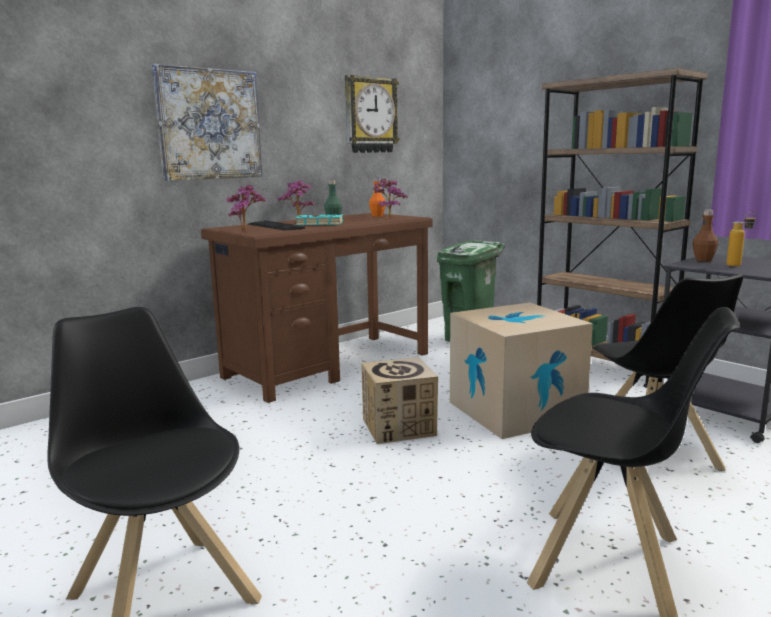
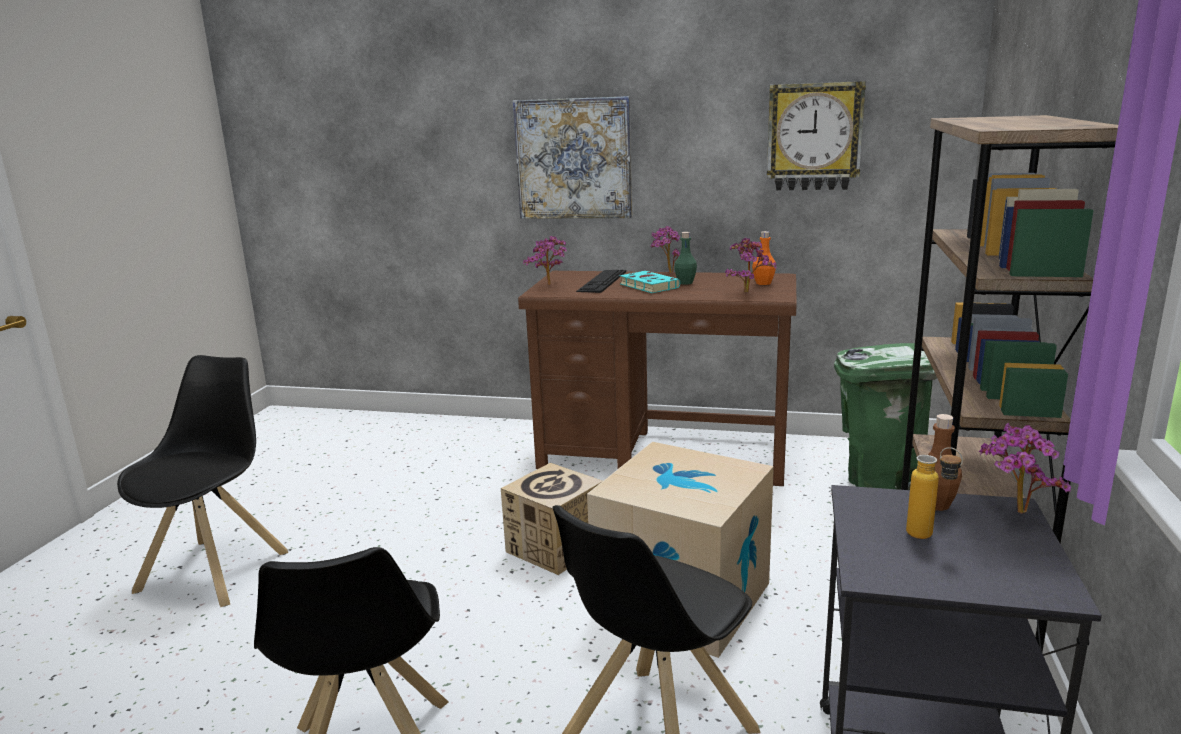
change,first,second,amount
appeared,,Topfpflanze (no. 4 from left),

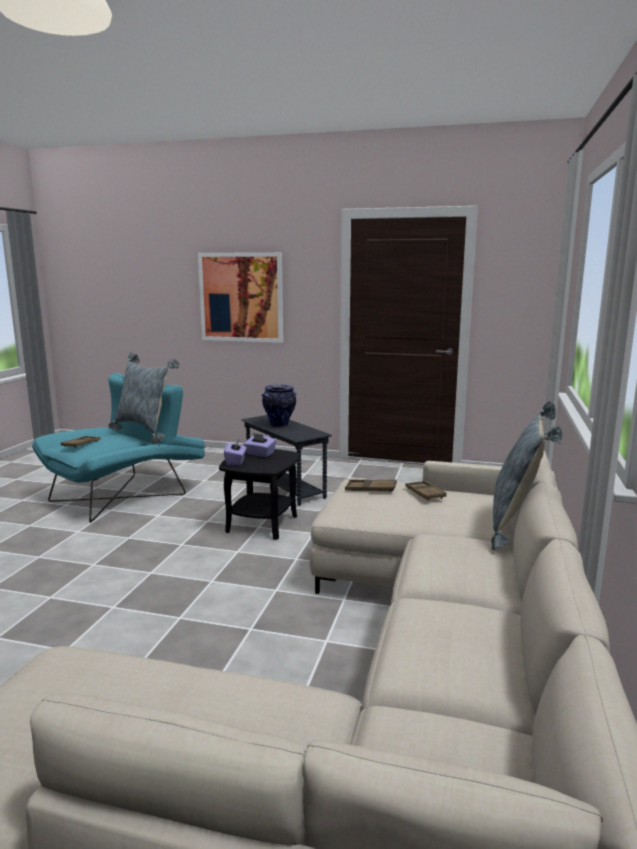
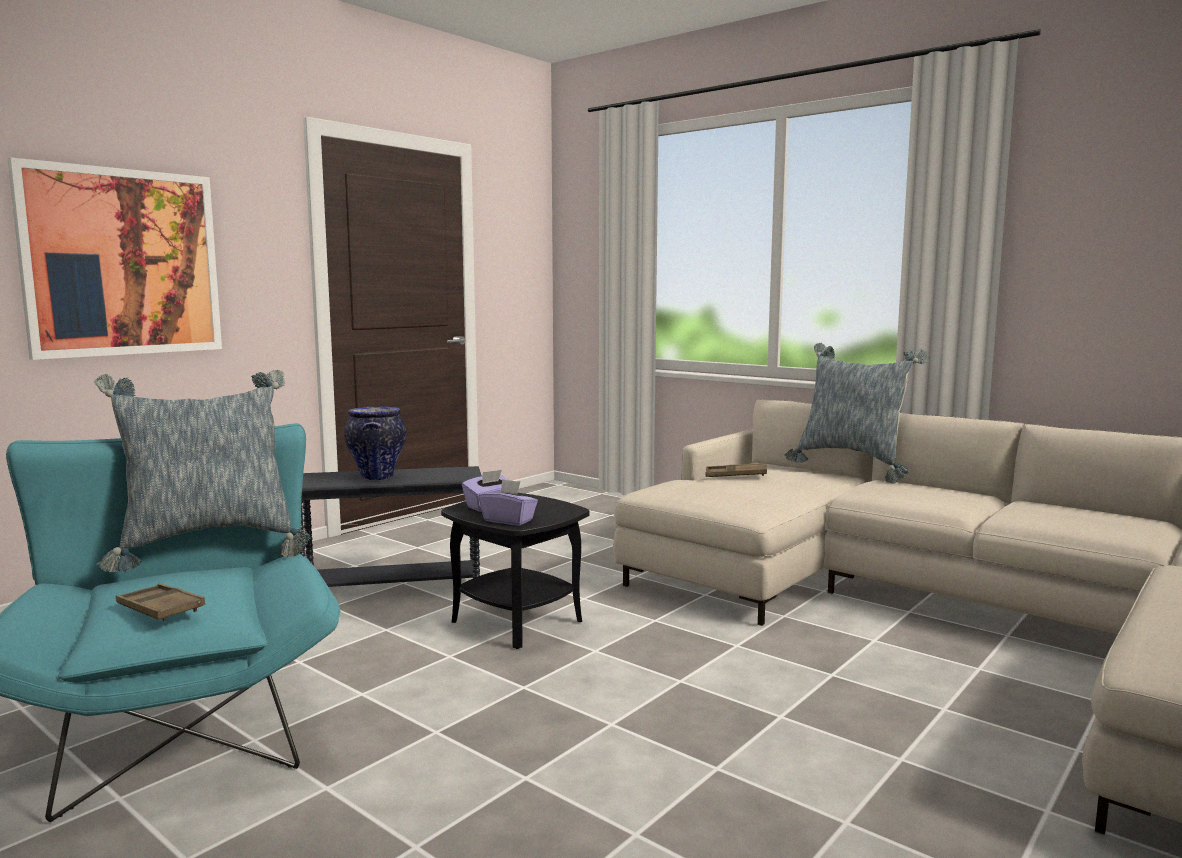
change,first,second,amount
missing,Tablett (braun) (no. 2 from left),,

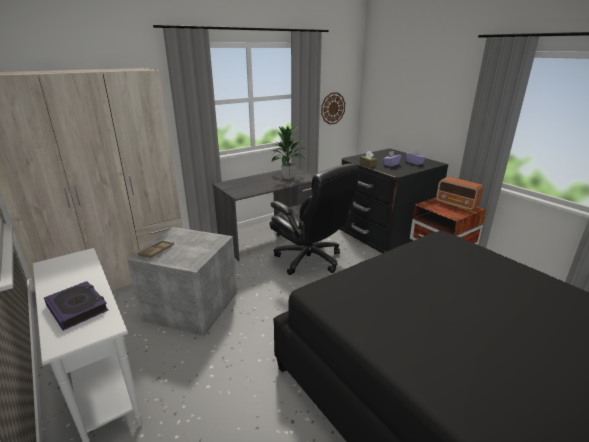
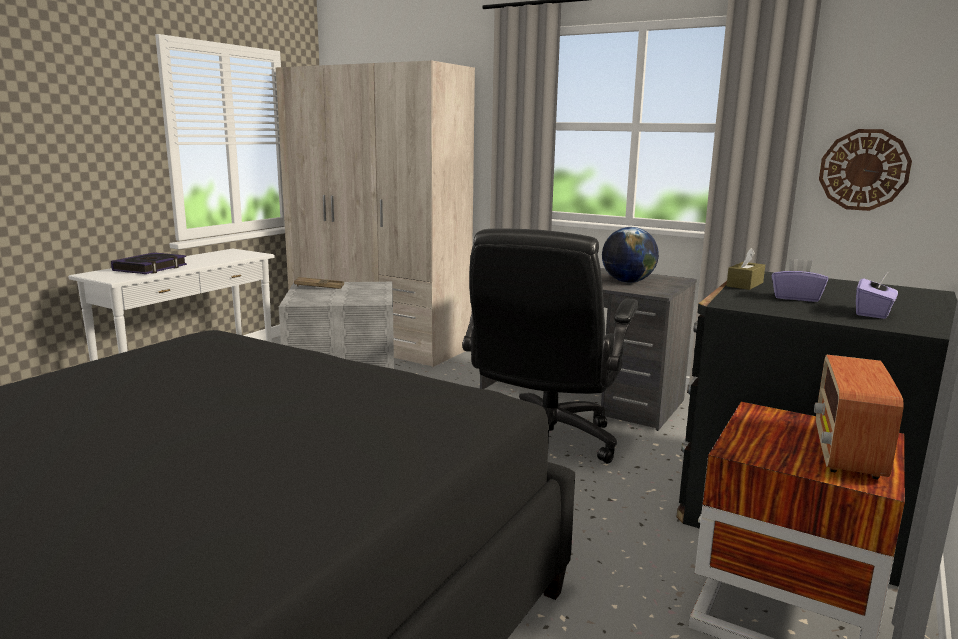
change,first,second,amount
exchanged,Topfpflanze,Globus,

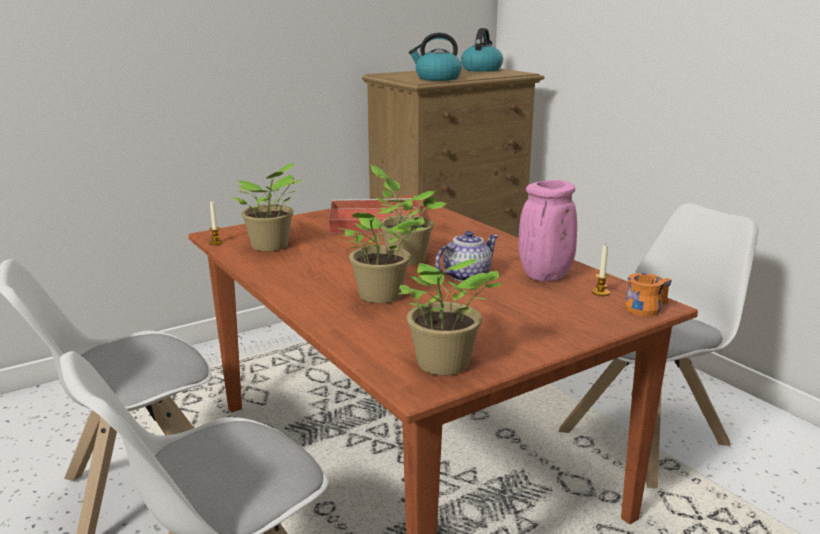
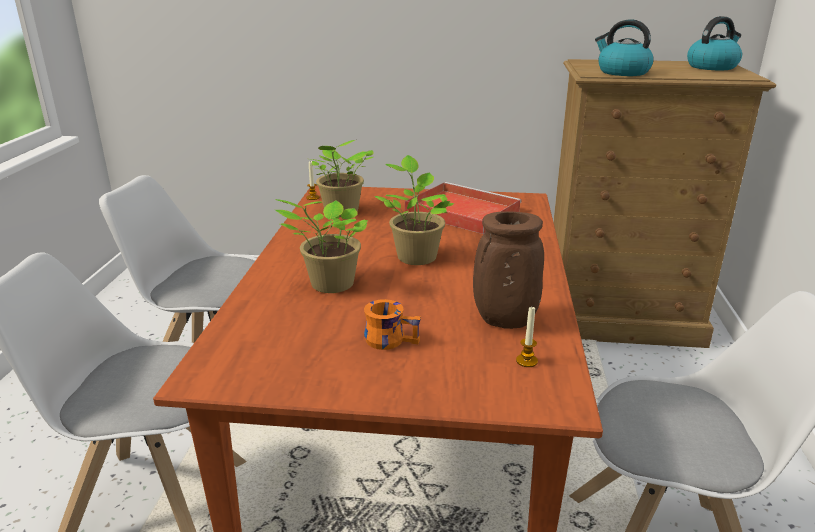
change,first,second,amount
missing,Topfpflanze (no. 4 from left),,
missing,Teekanne,,
colour,Vase (rosa),Vase (braun),
relocated,Henkelbecher (orange),,

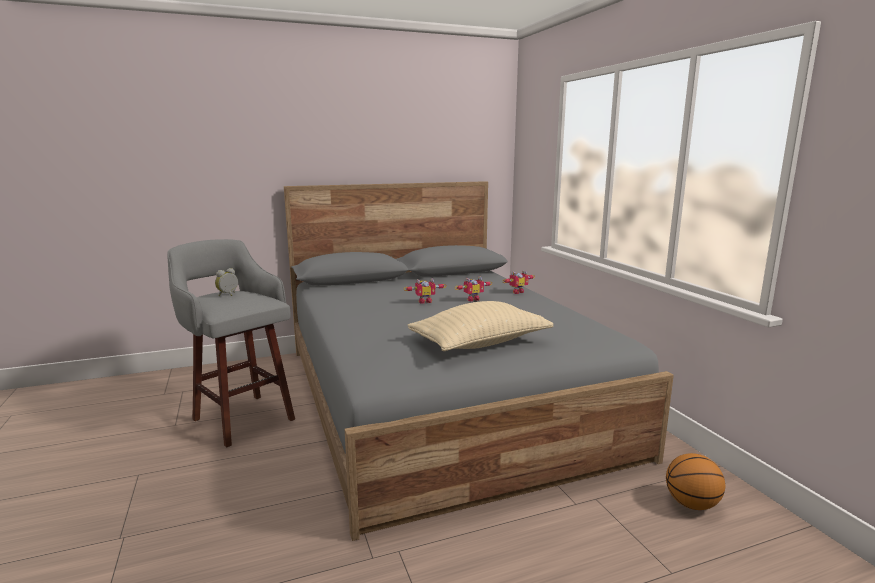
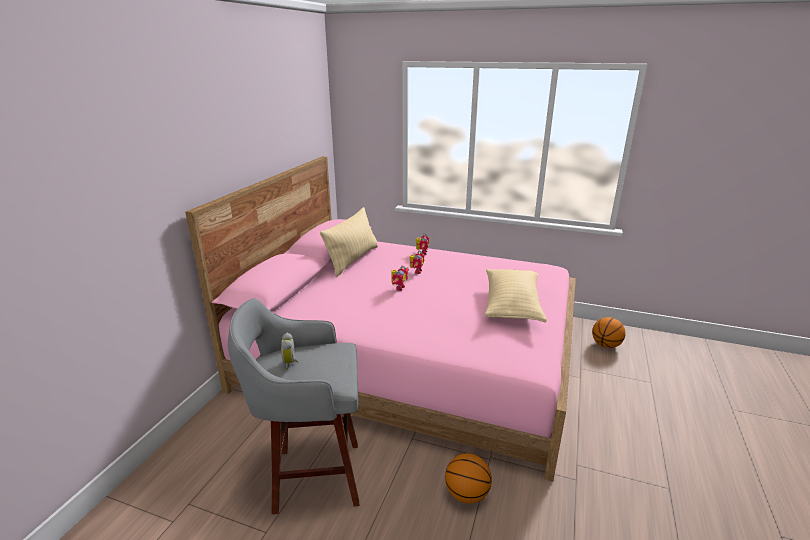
change,first,second,amount
colour,Bett (grau),Bett (rosa),
appeared,,Kissen (beige) (no. 1 from left),
appeared,,Basketball (no. 1 from left),

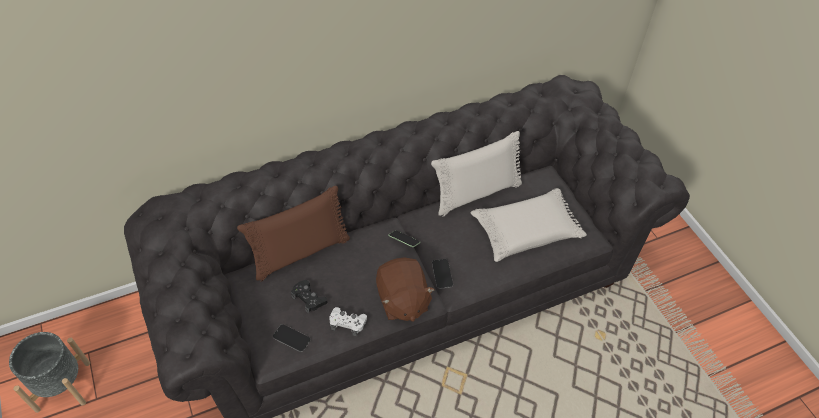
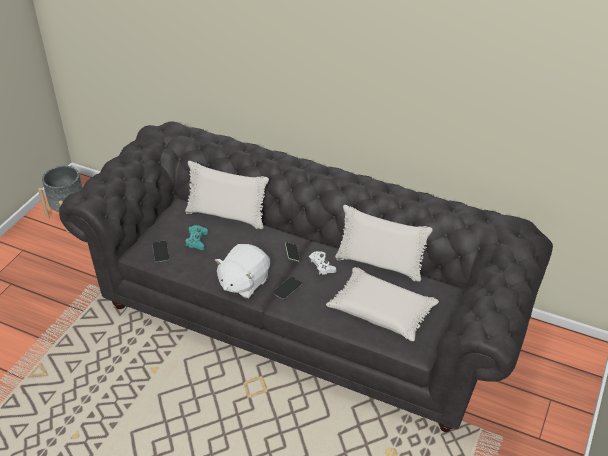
change,first,second,amount
colour,Kissen (braun),Kissen (weiß) (no. 1 from left),
colour,Gamepad (schwarz),Gamepad (türkis),
relocated,Gamepad (weiß),,
colour,Plüschtier (braun),Plüschtier (weiß),

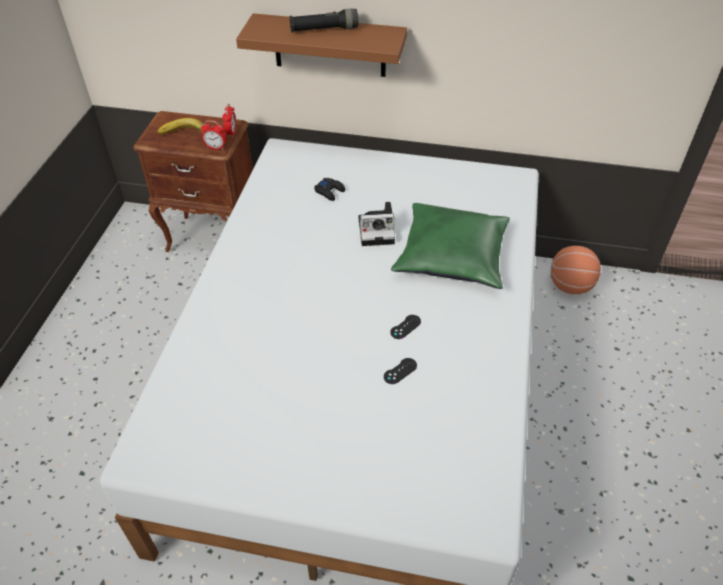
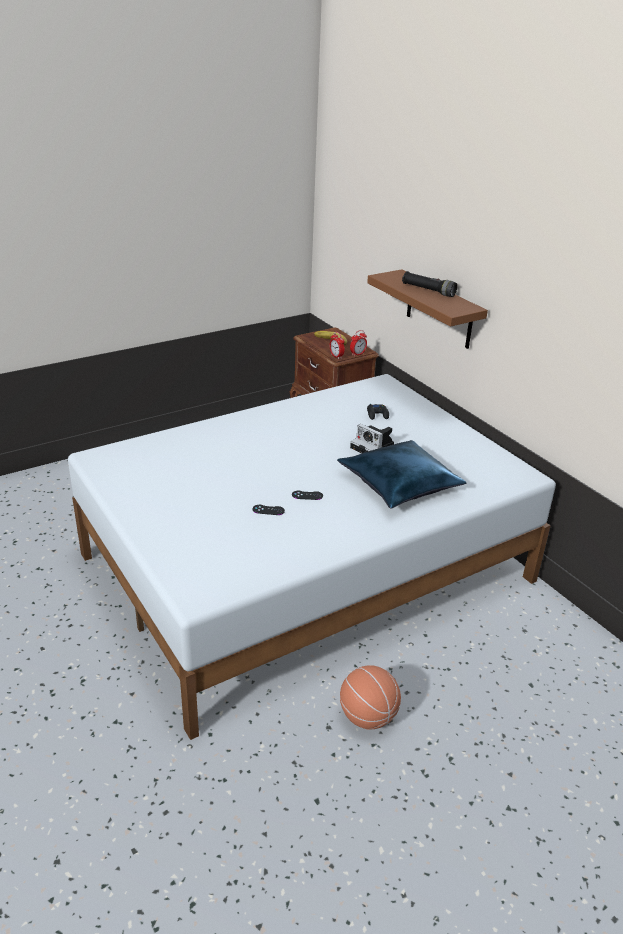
change,first,second,amount
colour,Kissen (grün),Kissen (blau),
relocated,Basketball,,

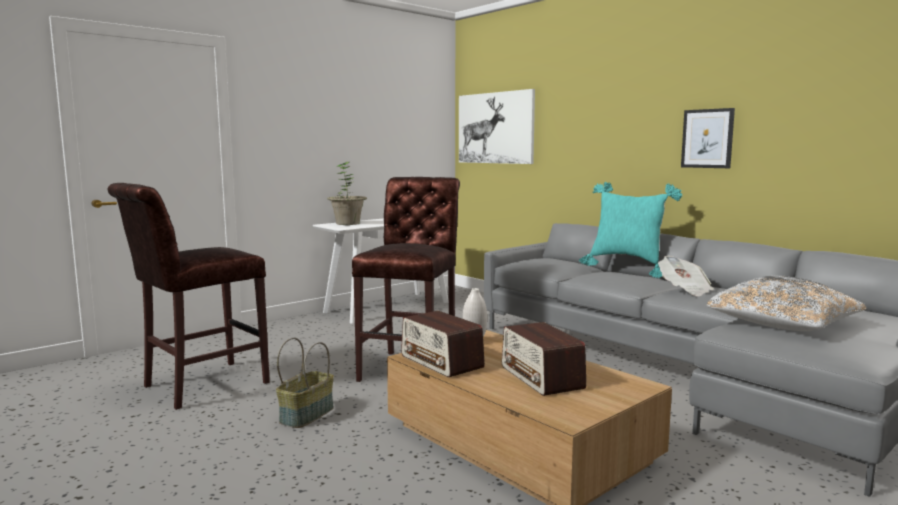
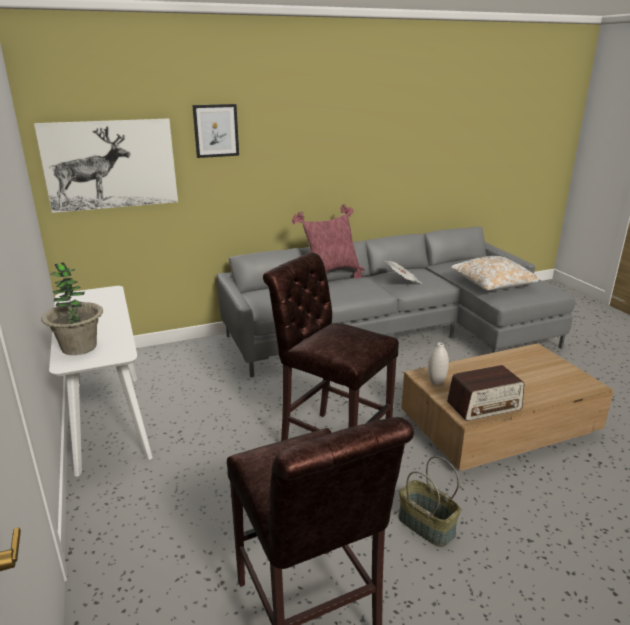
change,first,second,amount
missing,Radio (no. 2 from left),,
colour,Kissen (türkis),Kissen (rot),
relocated,Bild (no. 2 from left),,

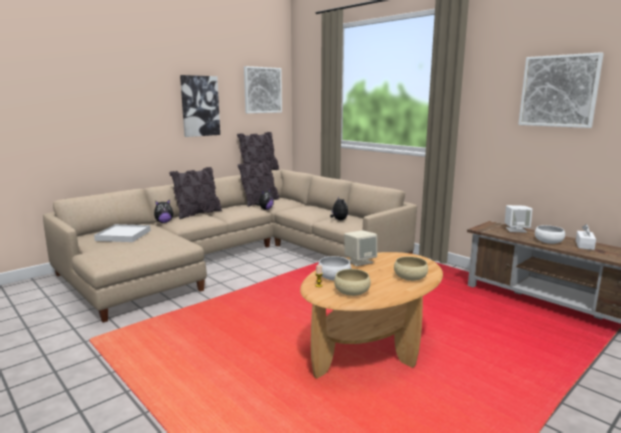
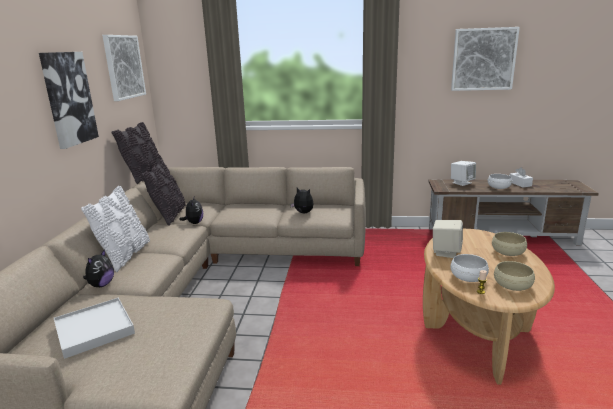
change,first,second,amount
colour,Kissen (schwarz) (no. 1 from left),Kissen (weiß),

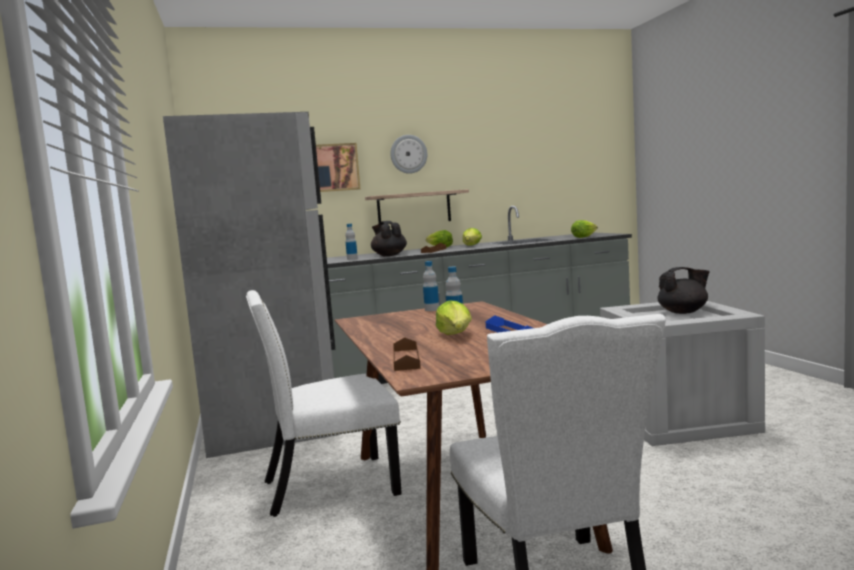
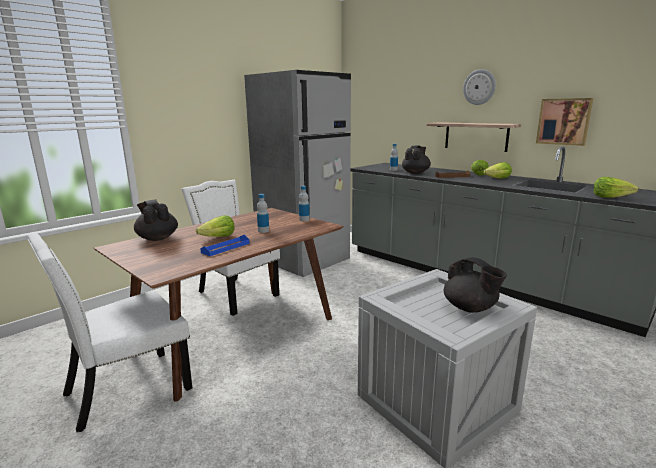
change,first,second,amount
relocated,Bild,,
exchanged,Tablett (braun) (no. 1 from left),Teekanne (schwarz) (no. 1 from left),

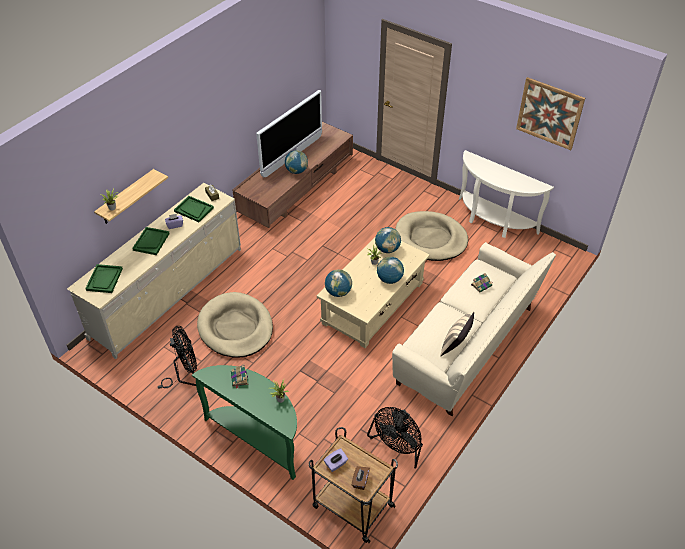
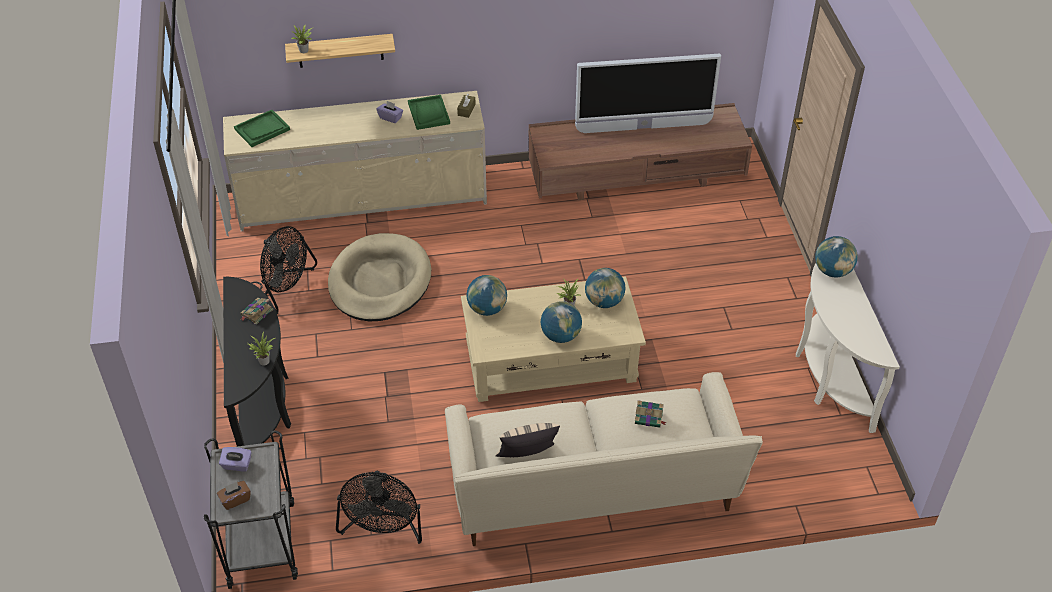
change,first,second,amount
missing,Tablett (grün) (no. 2 from left),,
colour,Konsolentisch (grün),Konsolentisch (schwarz),
relocated,Globus (no. 1 from left in the first image),Globus (no. 4 from left),
colour,Rollwagen (braun),Rollwagen (grau),
spun,Ventilator (schwarz) (no. 2 from left),,75 degrees counterclockwise
missing,Hundebett (beige) (no. 2 from left),,
missing,Bild,,

